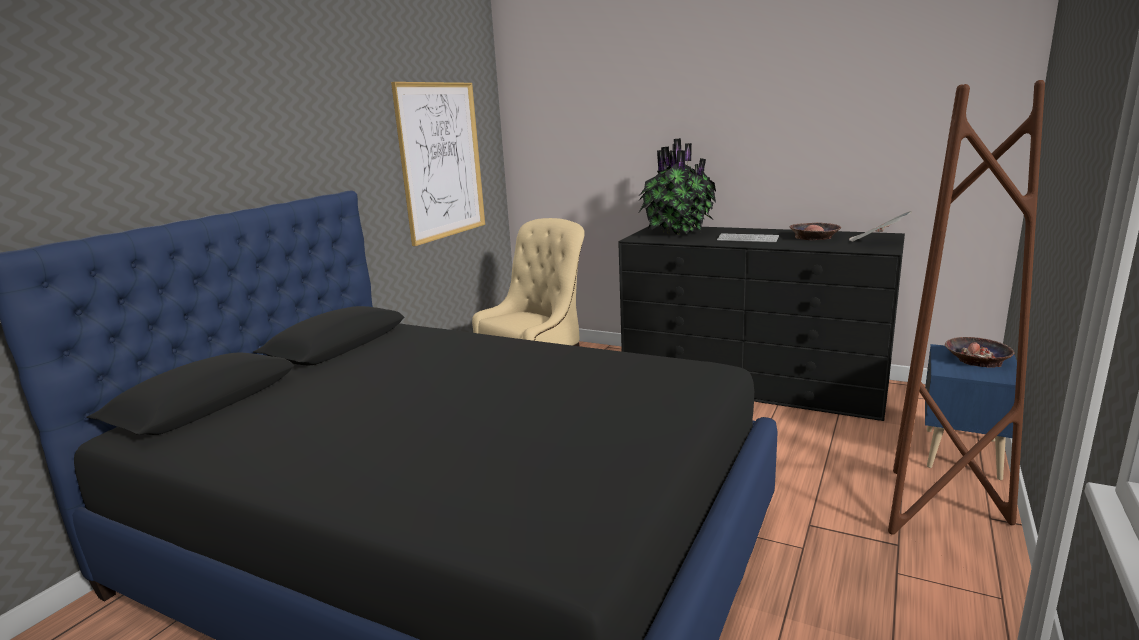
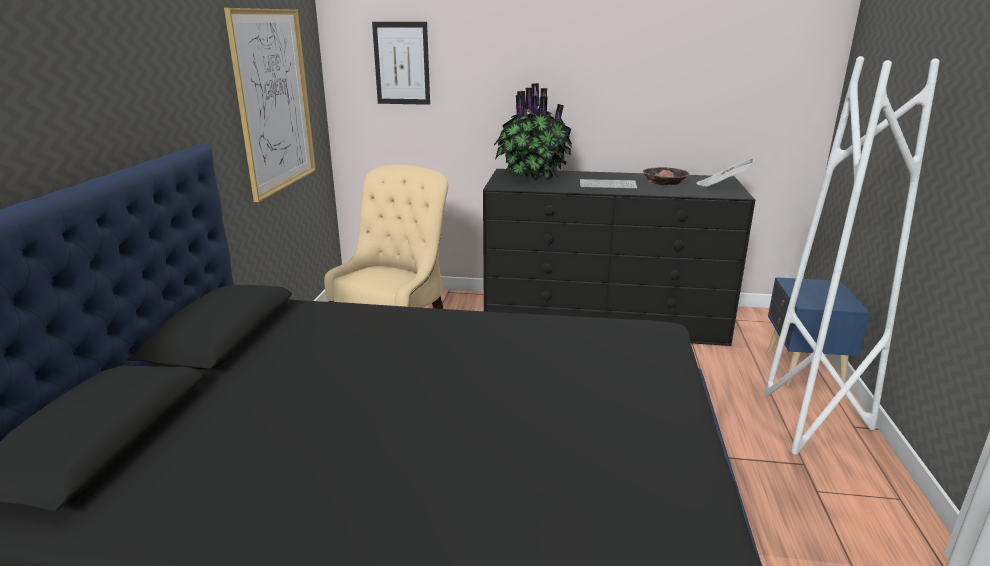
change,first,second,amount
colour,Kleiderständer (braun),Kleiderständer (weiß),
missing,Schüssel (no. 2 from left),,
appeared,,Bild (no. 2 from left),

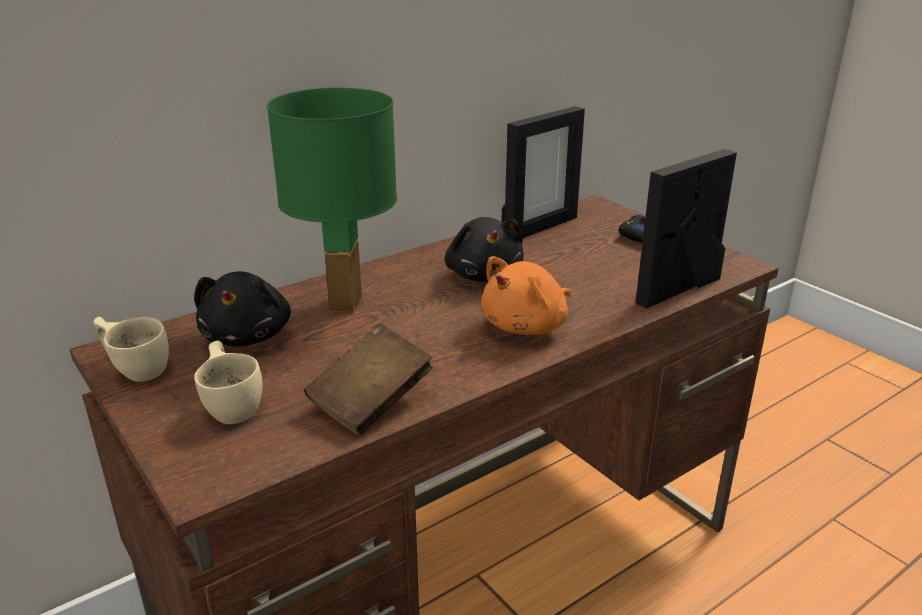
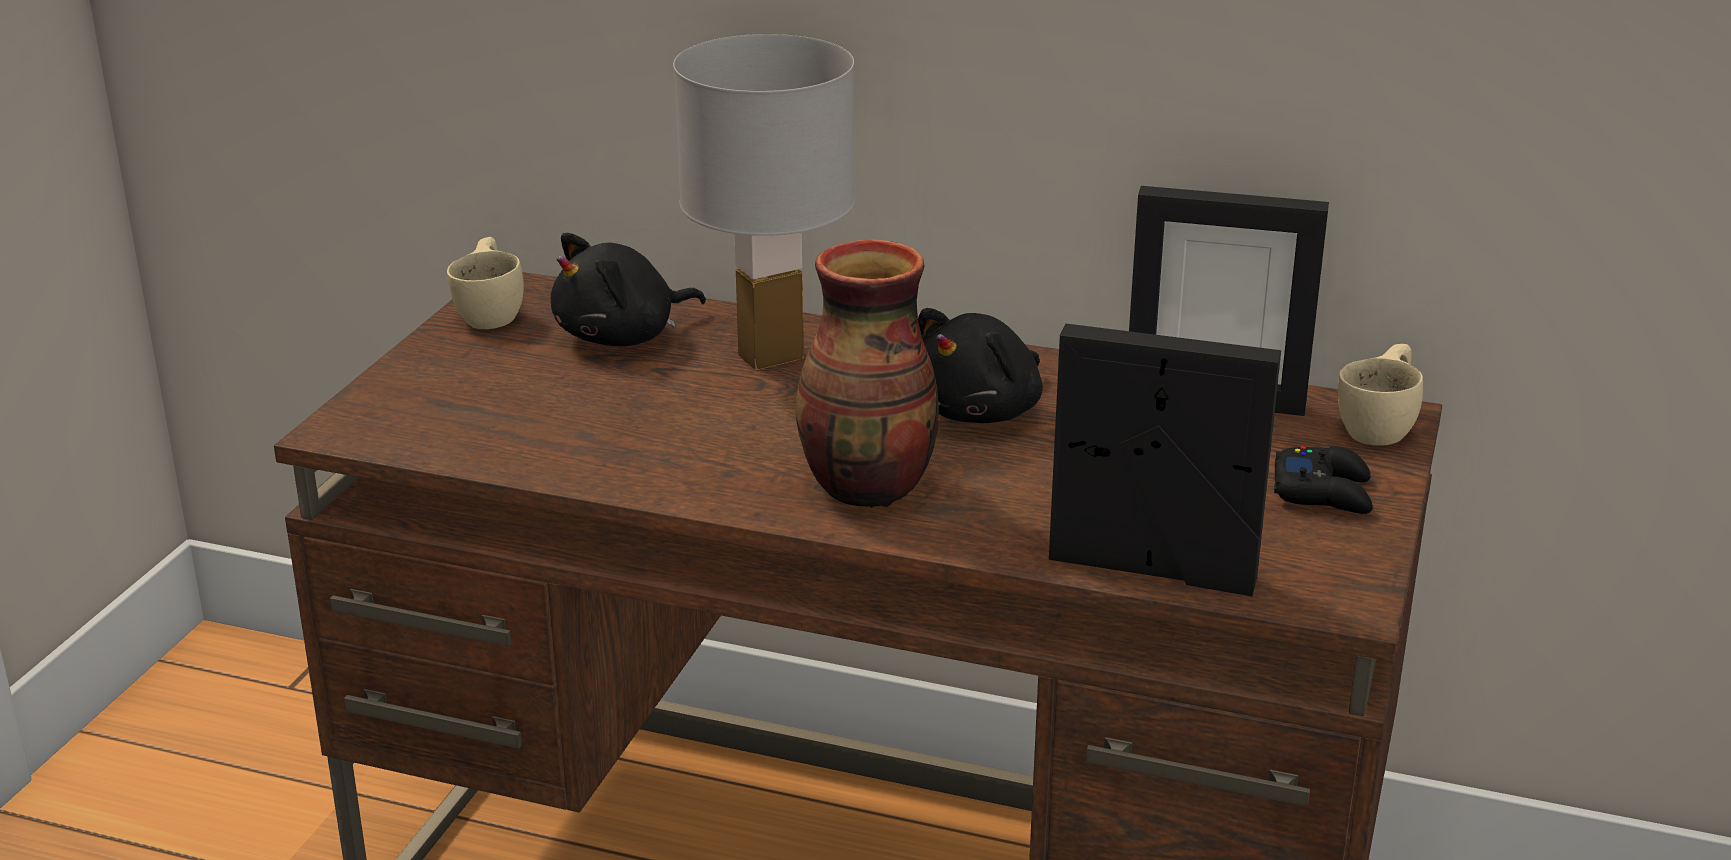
change,first,second,amount
relocated,Tasse (beige) (no. 2 from left),,
colour,Tischlampe (grün),Tischlampe (weiß),
missing,Buch (braun),,
exchanged,Plüschtier (orange),Vase,

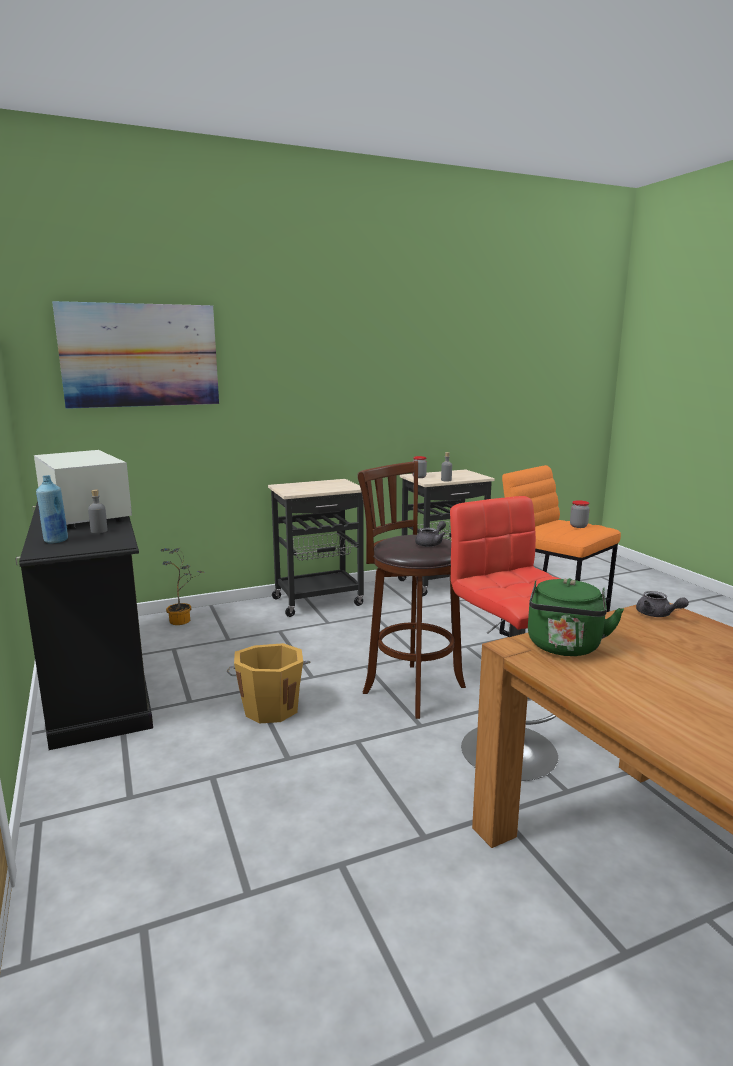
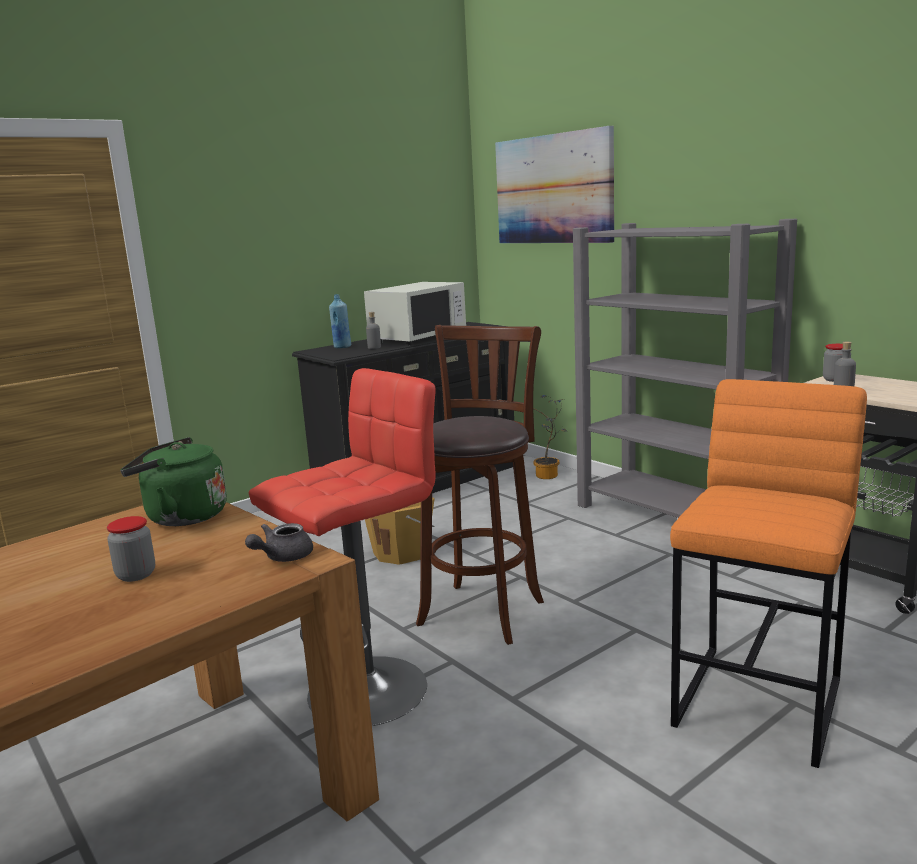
change,first,second,amount
exchanged,Rollwagen (no. 1 from left),Bücherregal (grau),
missing,Teekanne (grau) (no. 1 from left),,
relocated,Vorratsglas (no. 2 from left in the first image),Vorratsglas (no. 1 from left),

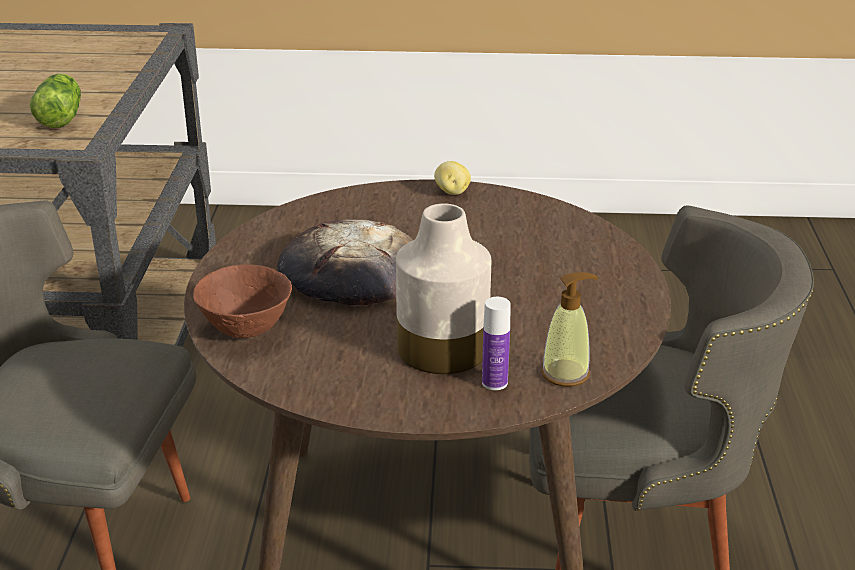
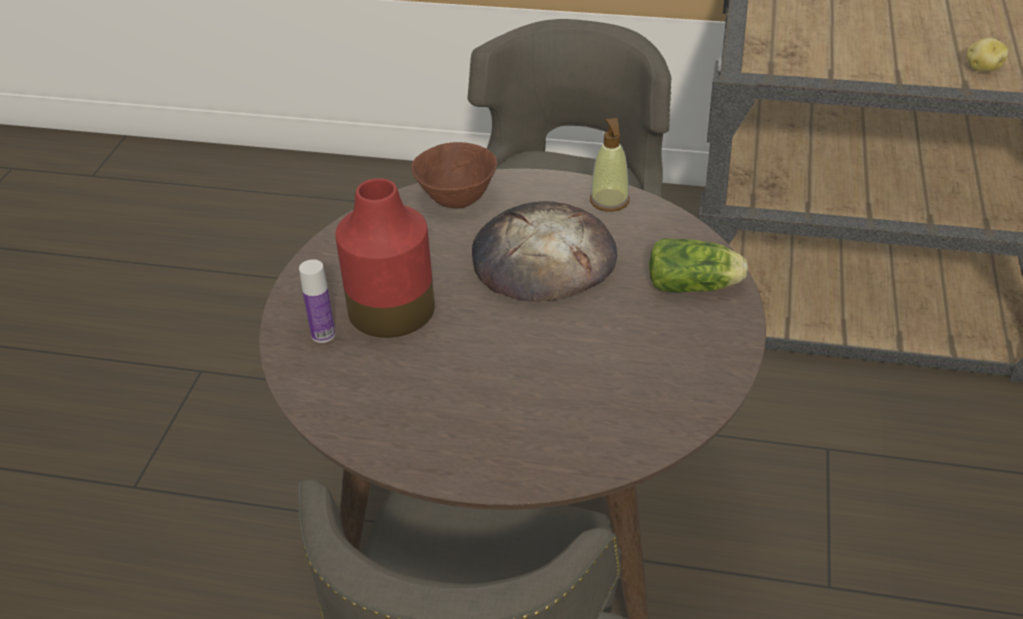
change,first,second,amount
relocated,Salatkopf,,
colour,Vase (beige),Vase (rot),
relocated,Kartoffel,,
relocated,Seifenspender,,

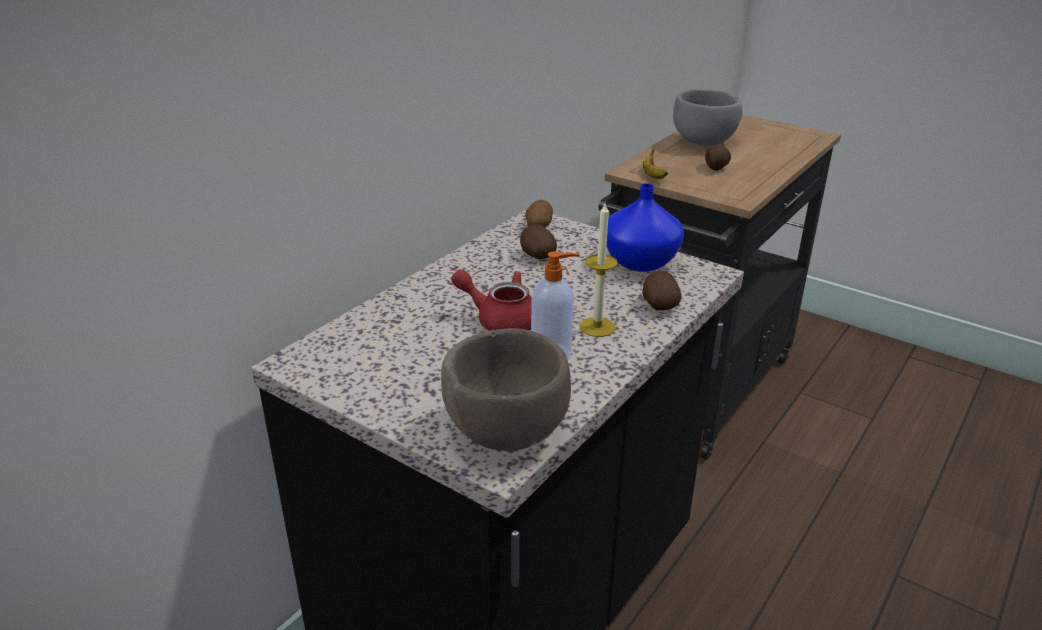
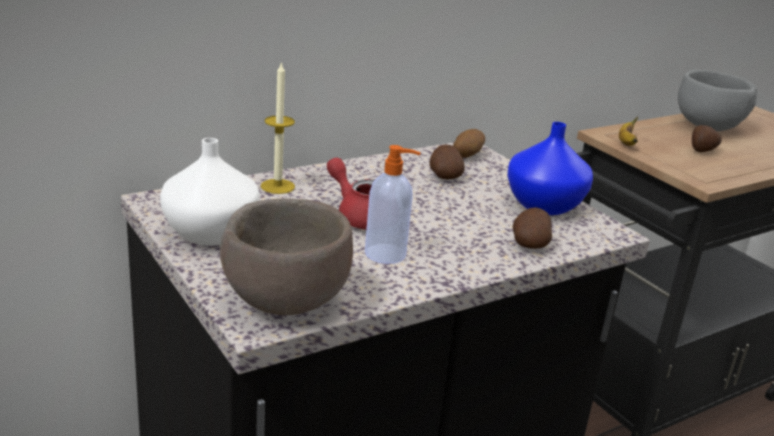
change,first,second,amount
relocated,Kerze,,
appeared,,Vase (weiß),

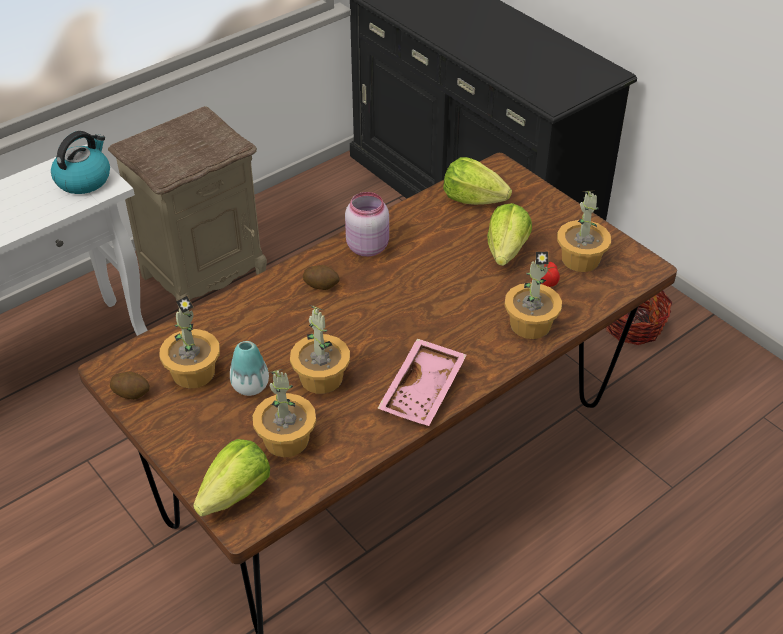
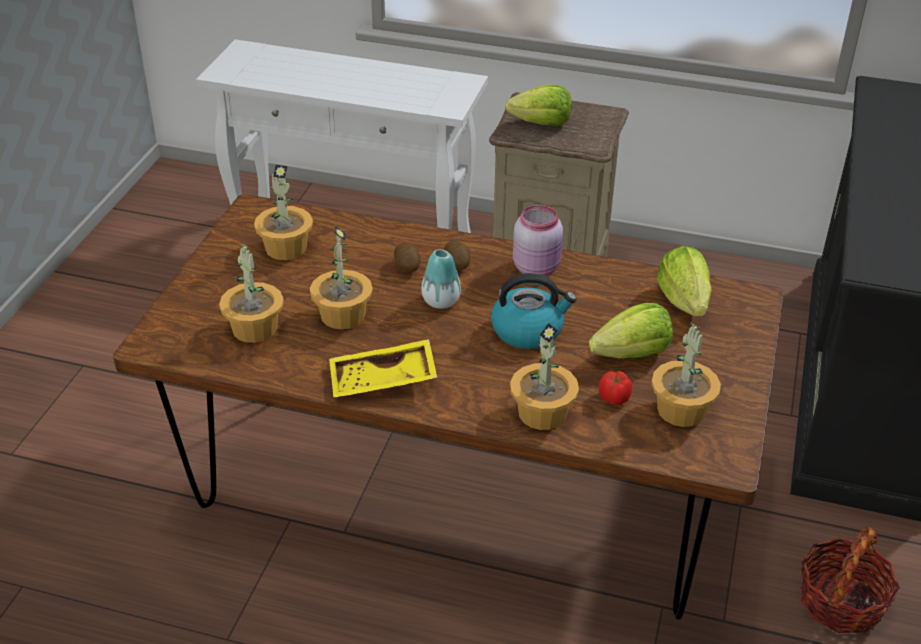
change,first,second,amount
relocated,Wasserkessel,,
relocated,Kartoffel (no. 1 from left),,
relocated,Salatkopf (no. 1 from left),,
relocated,Vase,,
colour,Tablett (rosa),Tablett (gelb),

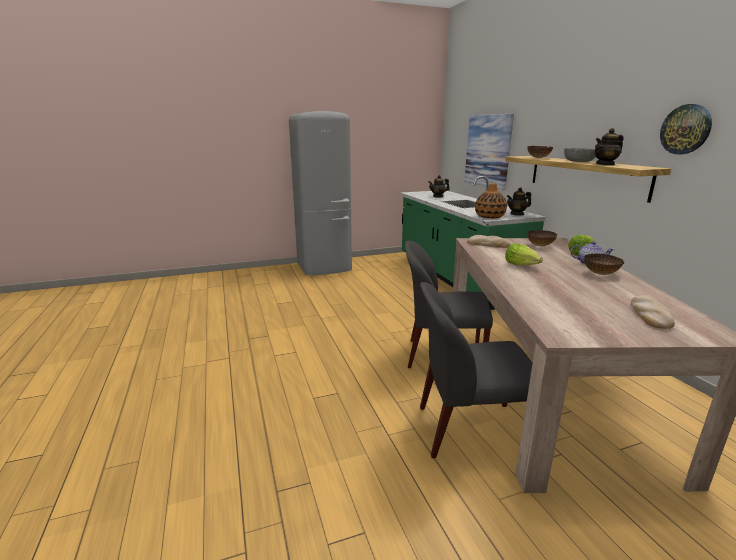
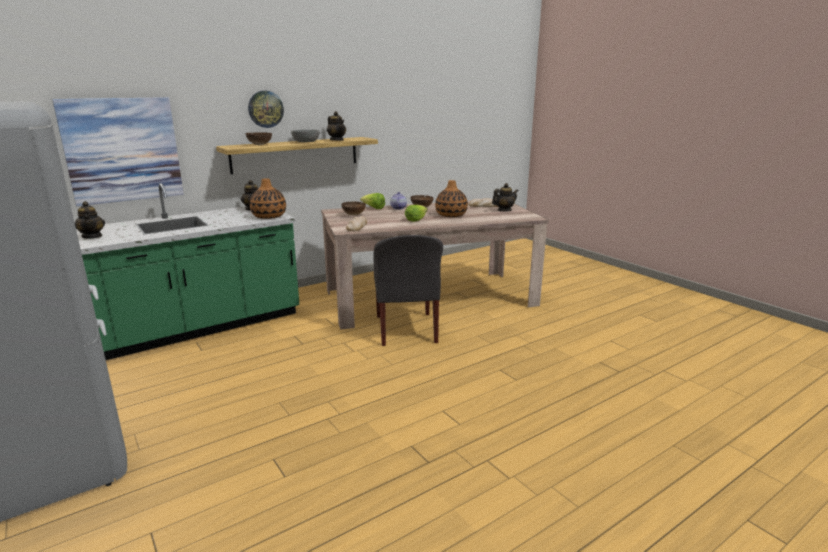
change,first,second,amount
missing,Stuhl (grau) (no. 2 from left),,
relocated,Wanduhr,,
appeared,,Vase (no. 2 from left),
appeared,,Teekanne (no. 5 from left),

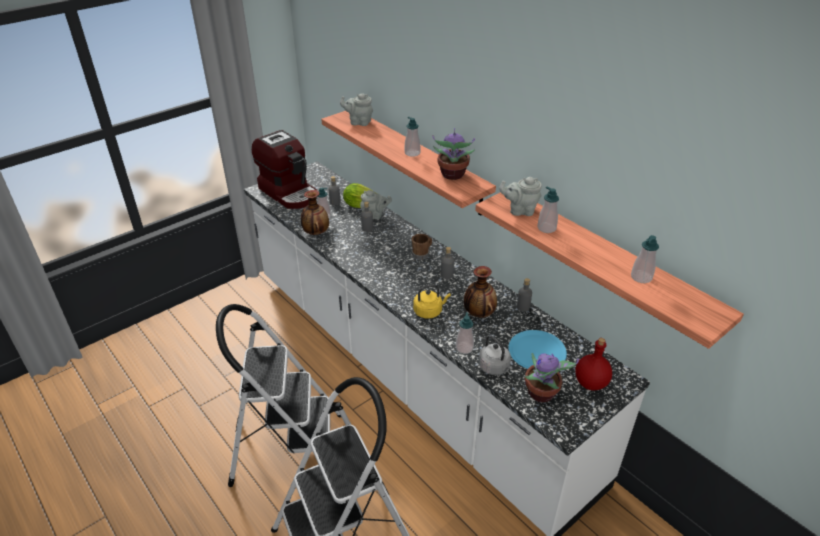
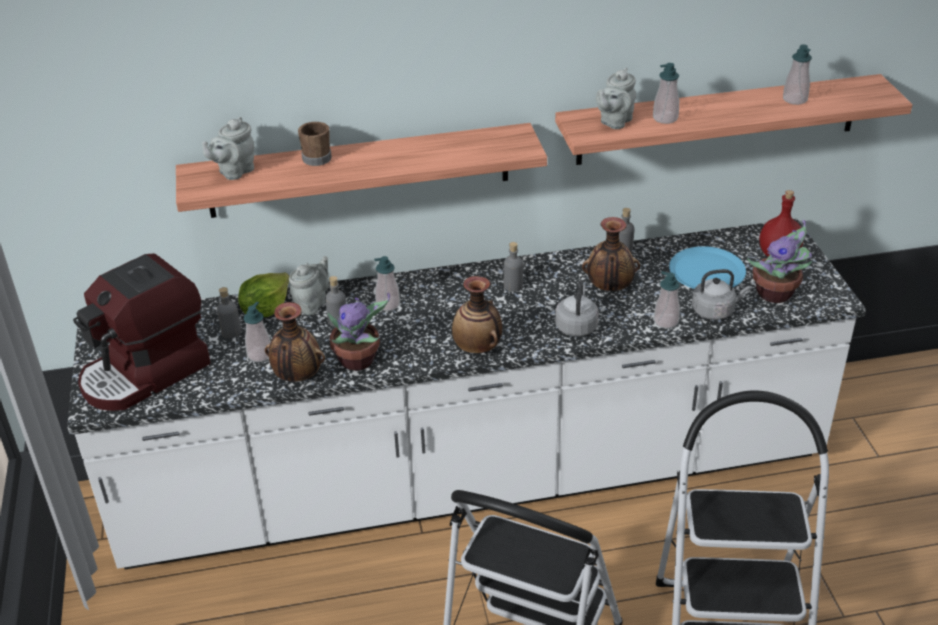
change,first,second,amount
spun,Kaffeemaschine,,150 degrees clockwise
relocated,Seifenspender (no. 2 from left),,
relocated,Henkelbecher (braun),,
colour,Wasserkessel (gelb),Wasserkessel (grau) (no. 1 from left),
relocated,Topfpflanze (no. 1 from left),,
appeared,,Vase (no. 2 from left),

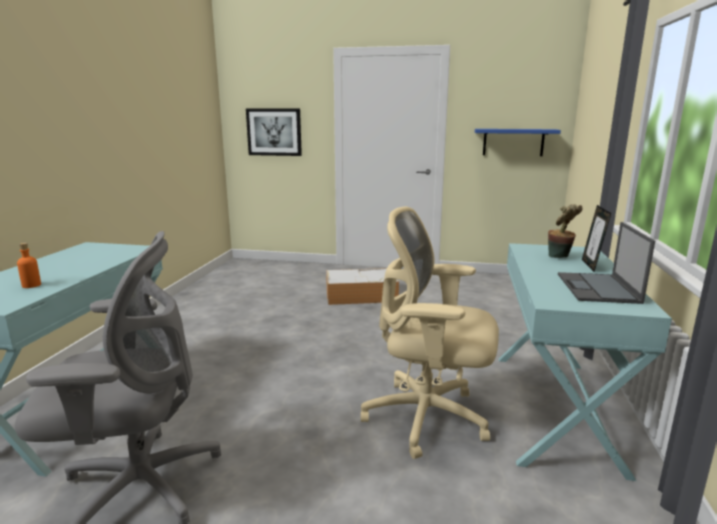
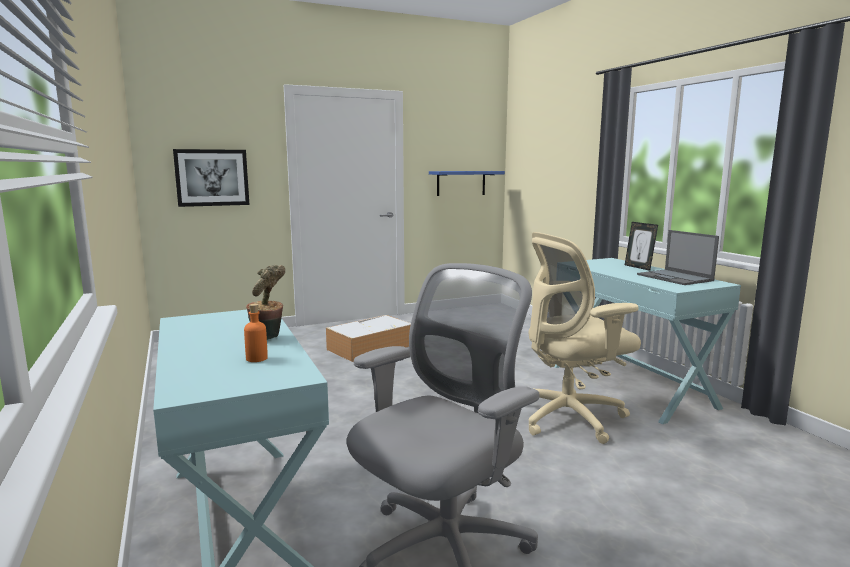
change,first,second,amount
relocated,Topfpflanze,,

